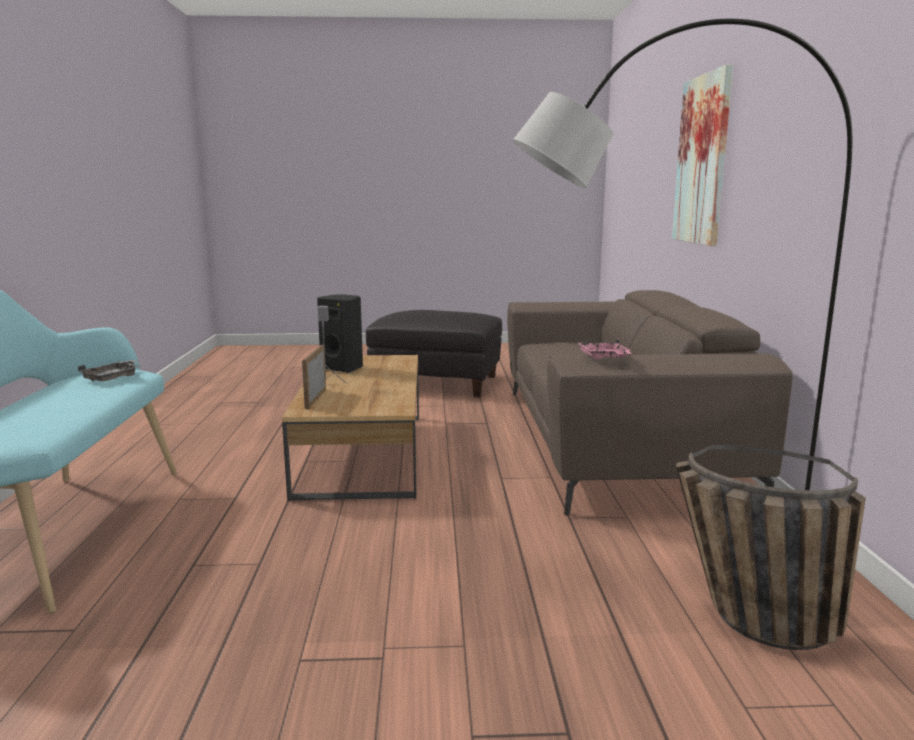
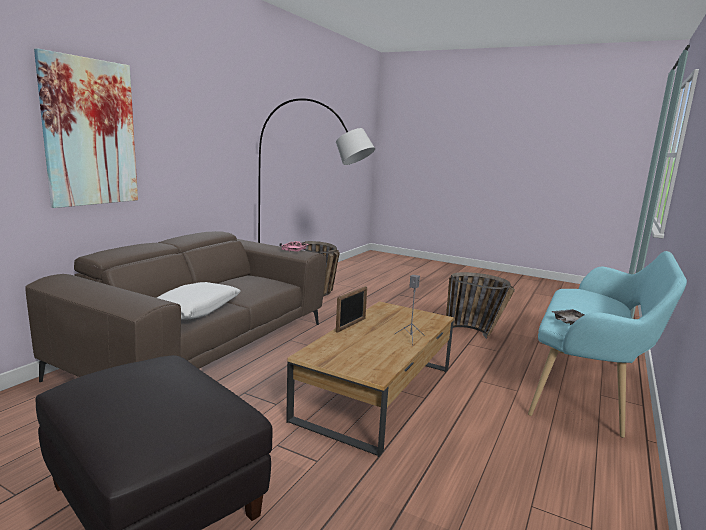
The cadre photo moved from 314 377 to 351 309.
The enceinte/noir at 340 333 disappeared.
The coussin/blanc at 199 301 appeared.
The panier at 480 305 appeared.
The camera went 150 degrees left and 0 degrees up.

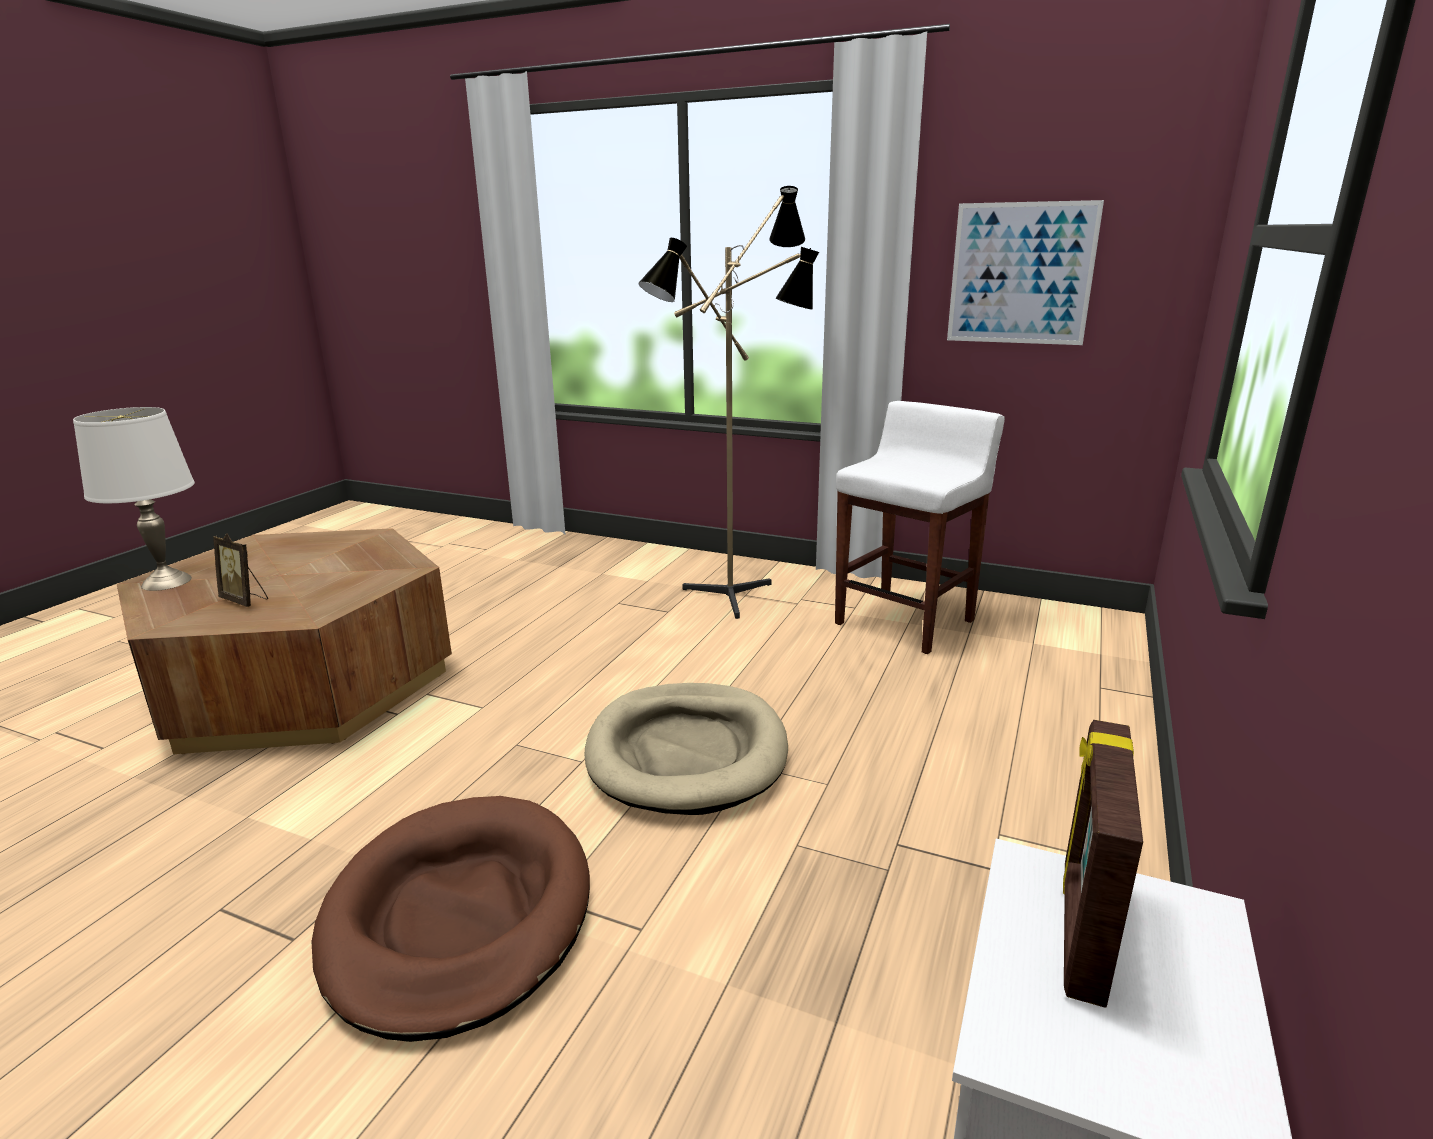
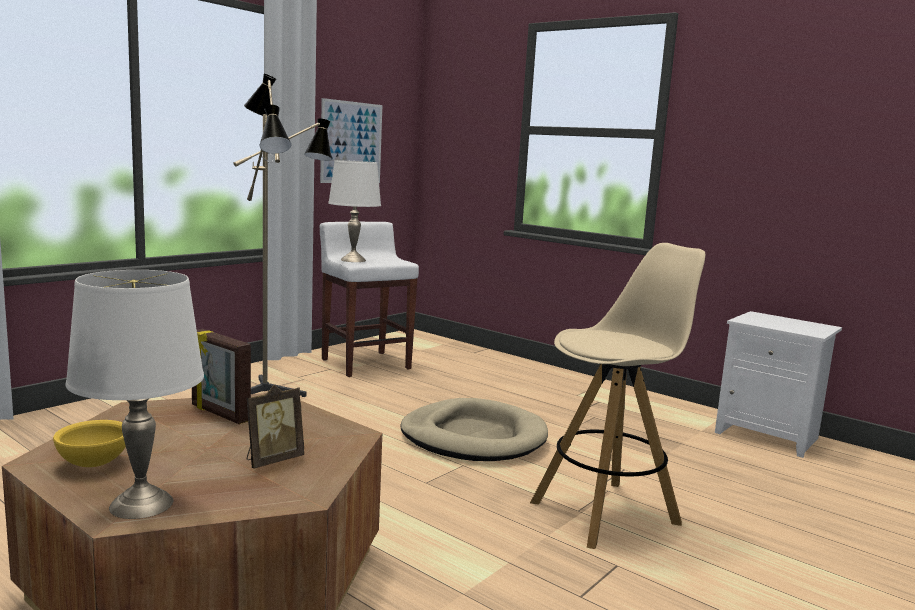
The panier pour chien/marron at 451 919 was replaced by the tabouret/beige at 617 396.
The cadre photo moved from 1103 864 to 221 376.
The bol/jaune at 89 443 appeared.
The lampe de table/blanc at 354 211 appeared.
The camera went 75 degrees left and 10 degrees down.

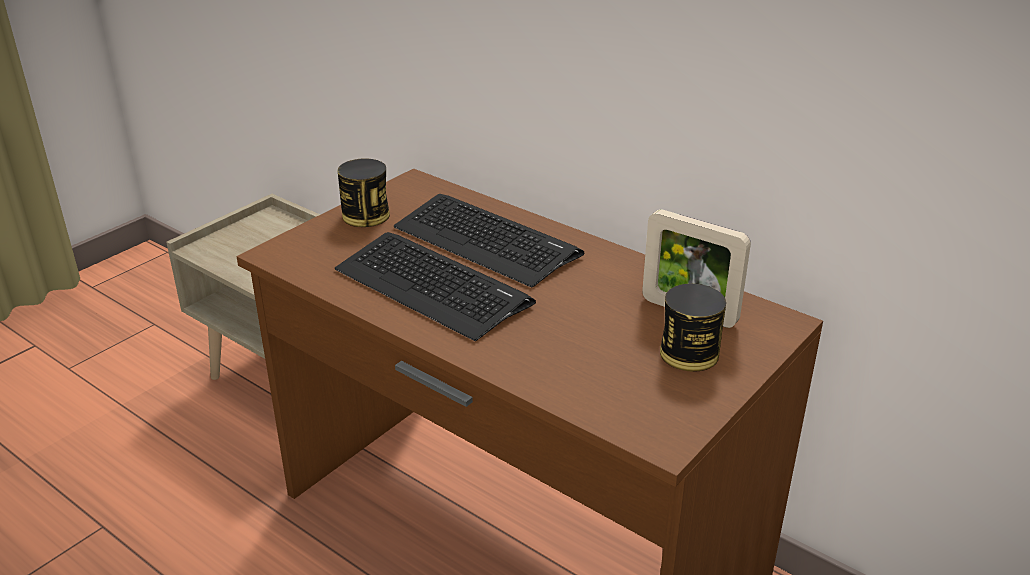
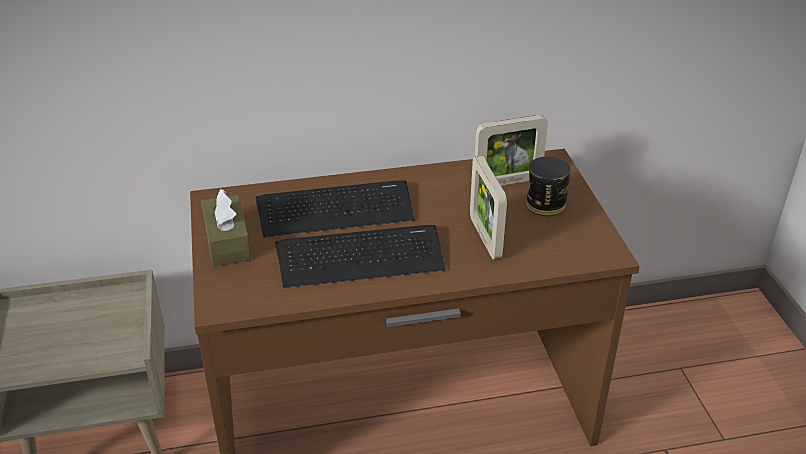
The boîte métallique at 364 192 was replaced by the boîte à mouchoirs/marron at 226 228.
The cadre photo at 488 207 appeared.
The camera went 50 degrees left and 5 degrees up.

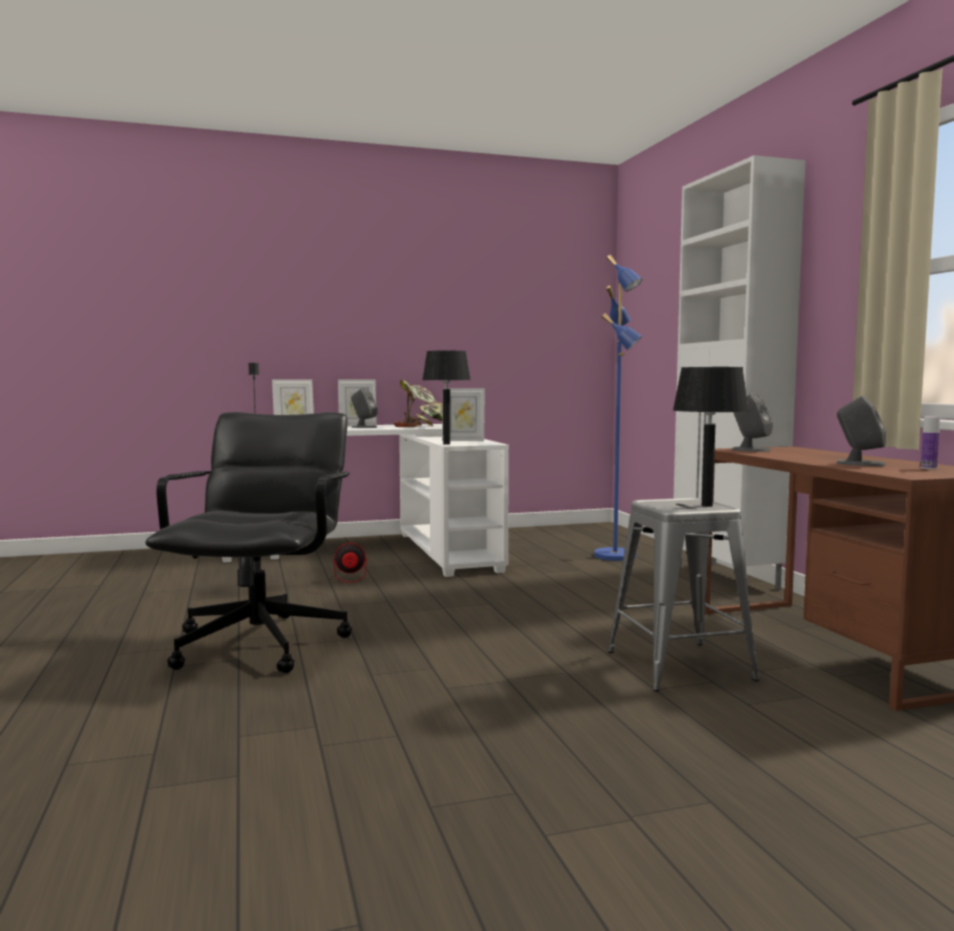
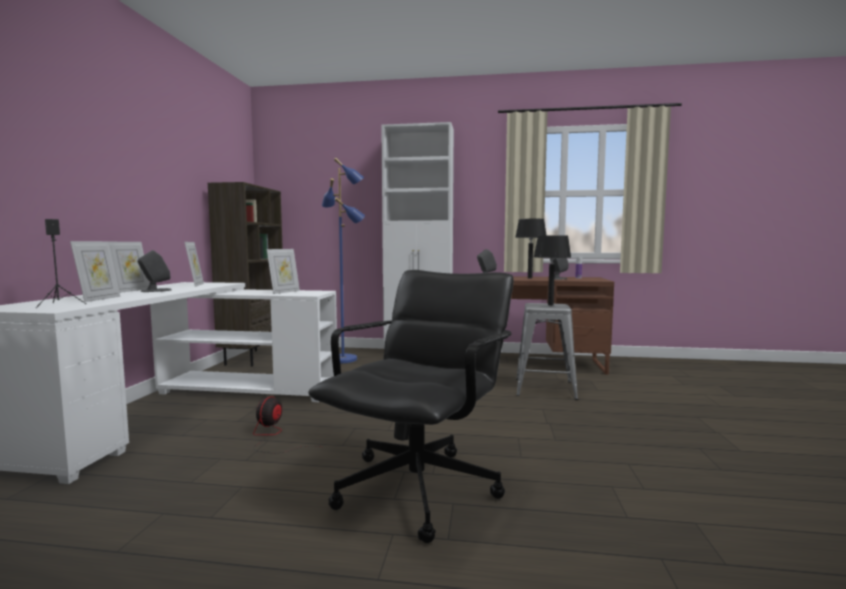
The chaise de bureau/noir at 248 542 turned 90 degrees clockwise.
The plante en pot at 418 403 was replaced by the cadre photo at 194 264.
The lampe de table/noir moved from 446 398 to 531 249.
The bibliothèque/marron at 245 274 appeared.
The camera went 65 degrees left and 0 degrees up.

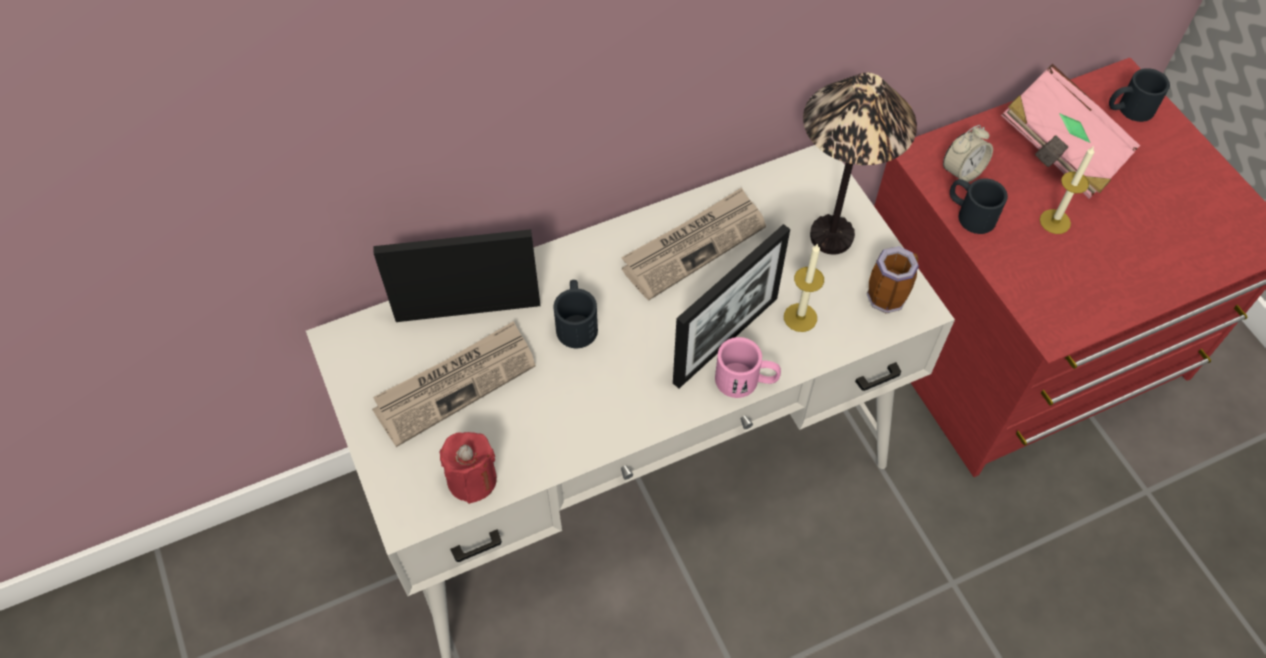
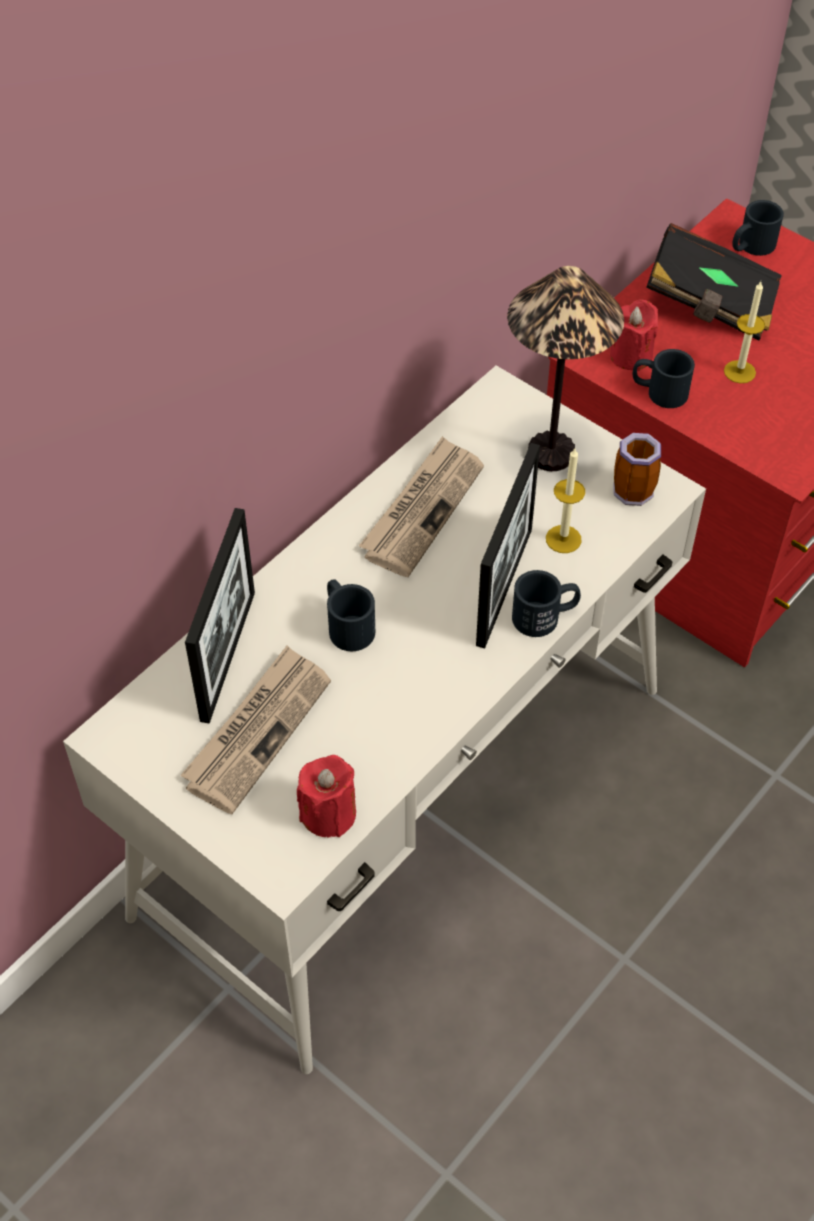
The cadre photo at 456 275 turned 135 degrees clockwise.
The mug/rose at 748 367 became the mug/noir at 546 603.
The réveil at 968 153 was replaced by the bougie/rouge at 634 335.
The livre/rose at 1070 131 became the livre/noir at 714 282.
The camera went 25 degrees left and 5 degrees down.

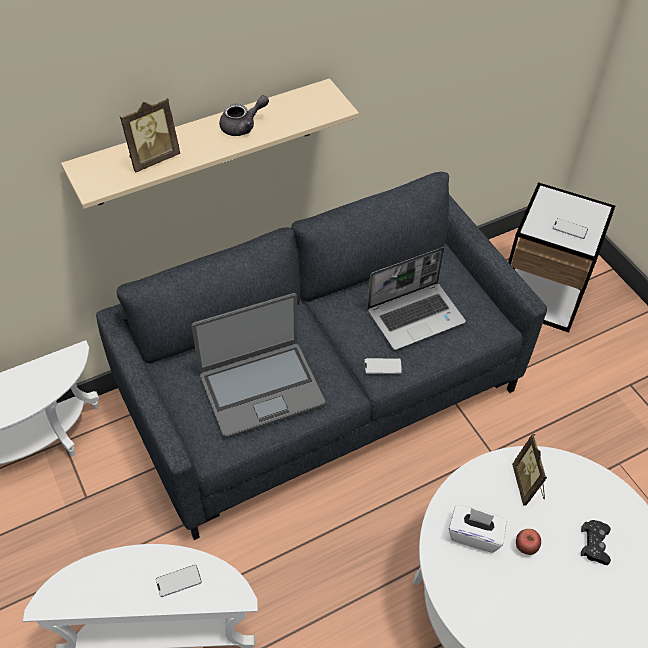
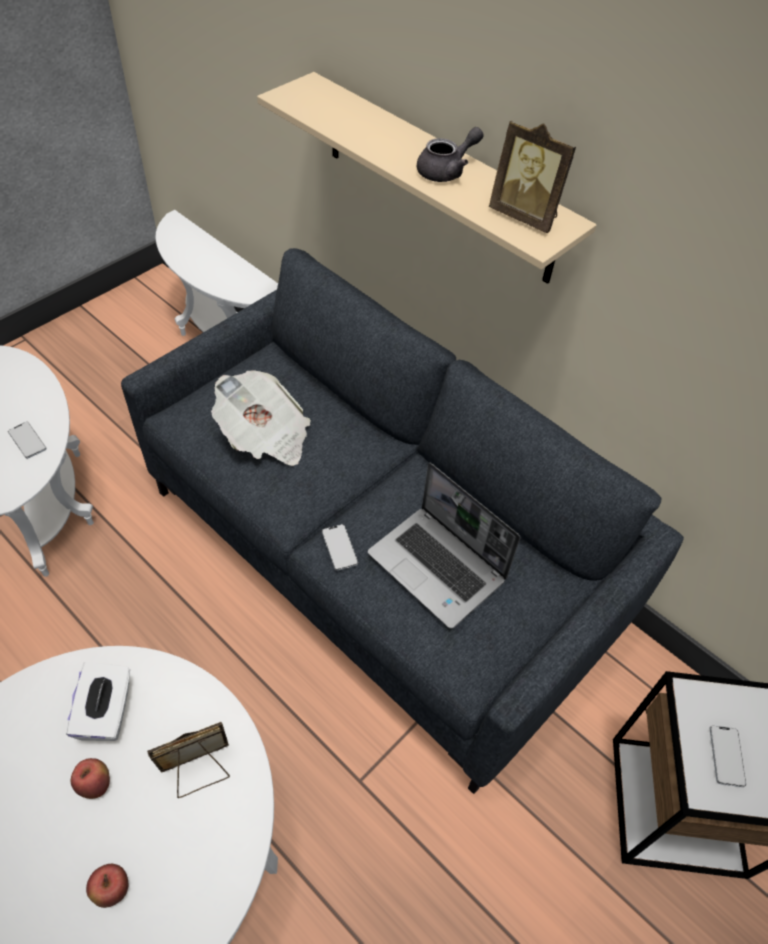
The cadre photo moved from 150 135 to 532 176.
The ordinateur portable at 258 365 was replaced by the journal at 261 418.
The théière/gris at 244 115 turned 75 degrees counterclockwise.
The manette/noir at 596 542 was replaced by the pomme at 107 886.
The camera went 70 degrees right and 0 degrees up.

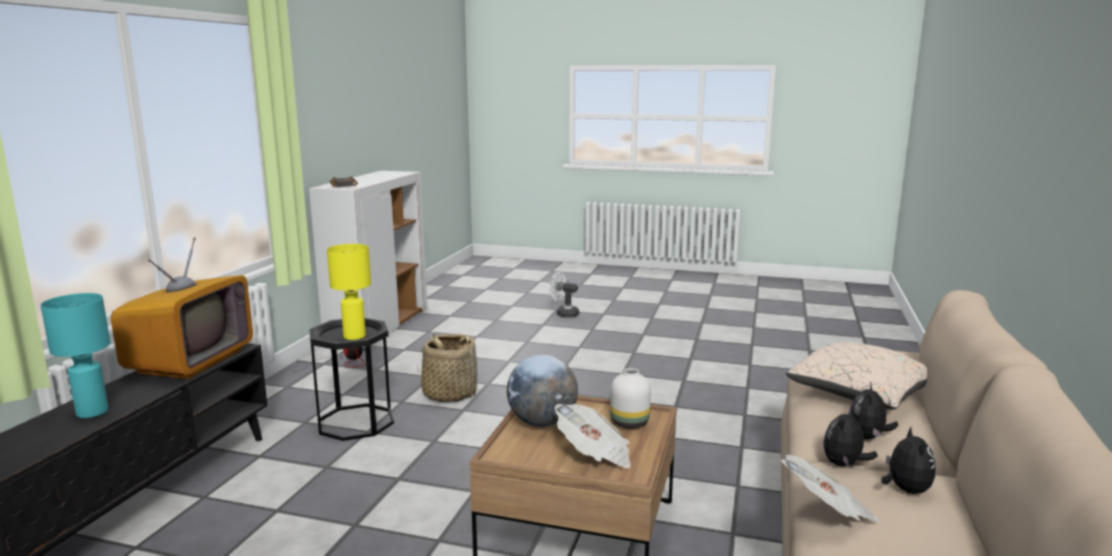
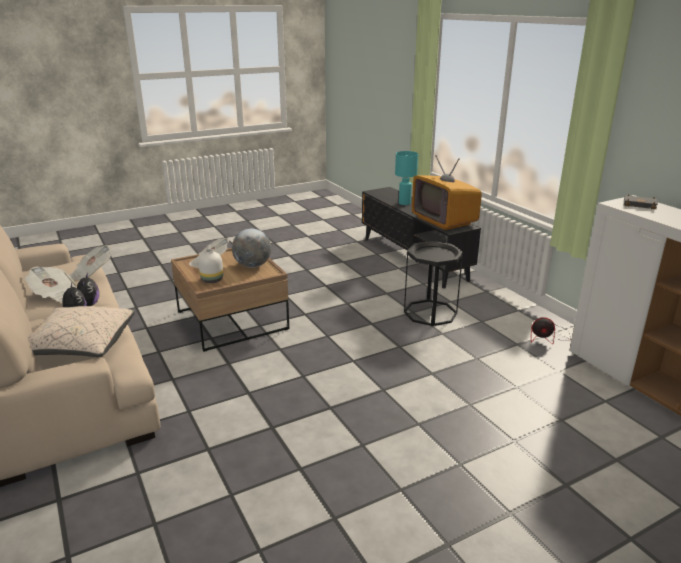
The lampe de table/jaune at 349 292 disappeared.
The panier at 448 368 disappeared.
The ventilateur/blanc at 564 295 disappeared.
The peluche at 908 460 was replaced by the journal at 51 285.
The camera went 135 degrees right and 10 degrees up.

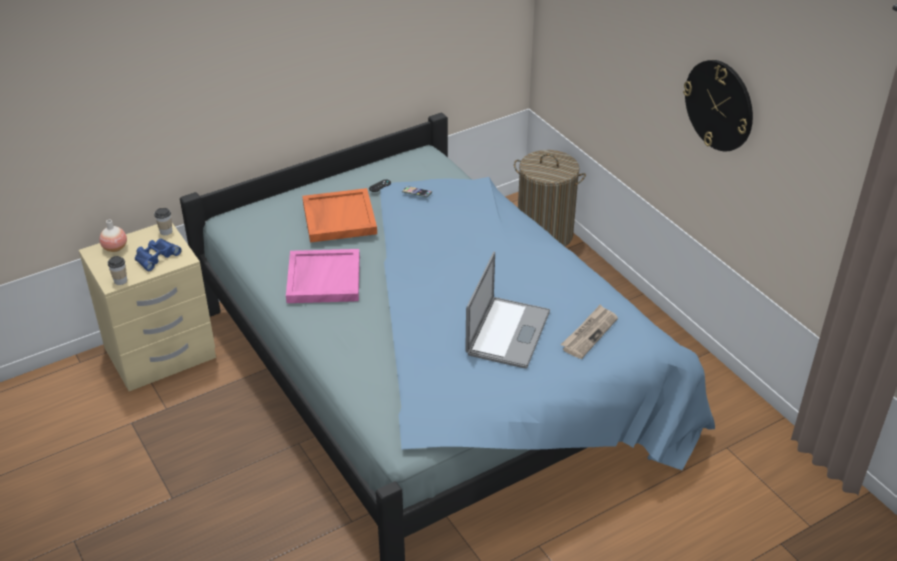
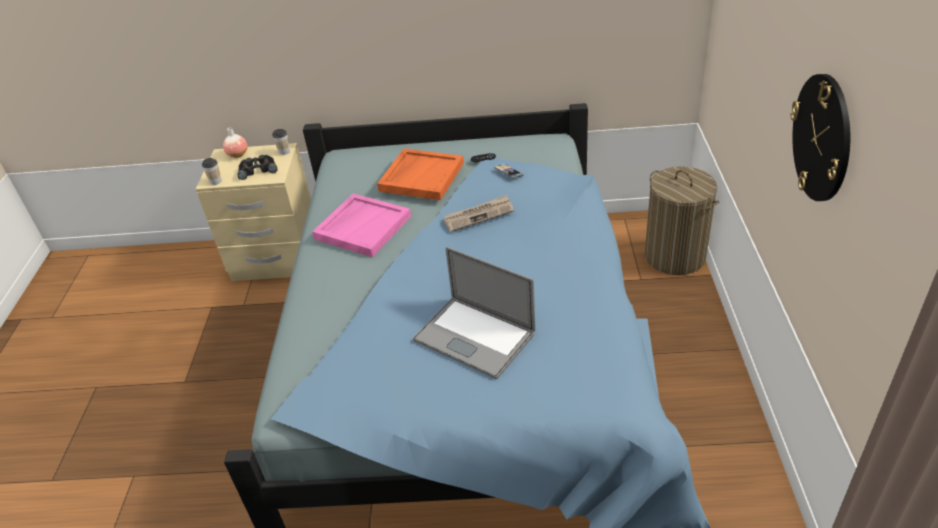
The jumelles/bleu at 158 255 became the jumelles/noir at 258 167.
The ordinateur portable at 507 310 turned 75 degrees clockwise.
The journal moved from 589 332 to 478 213.
The camera went 35 degrees right and 0 degrees up.

